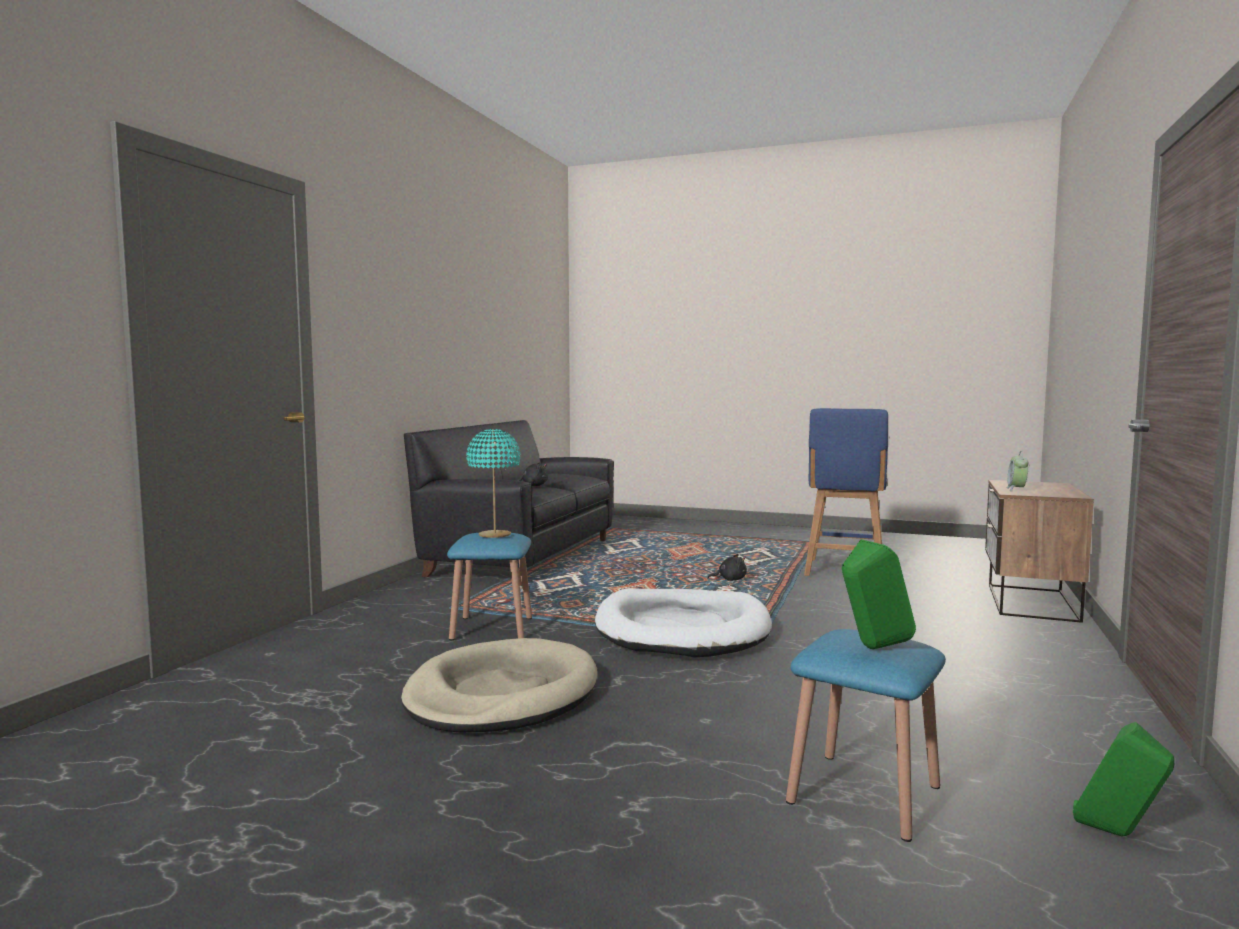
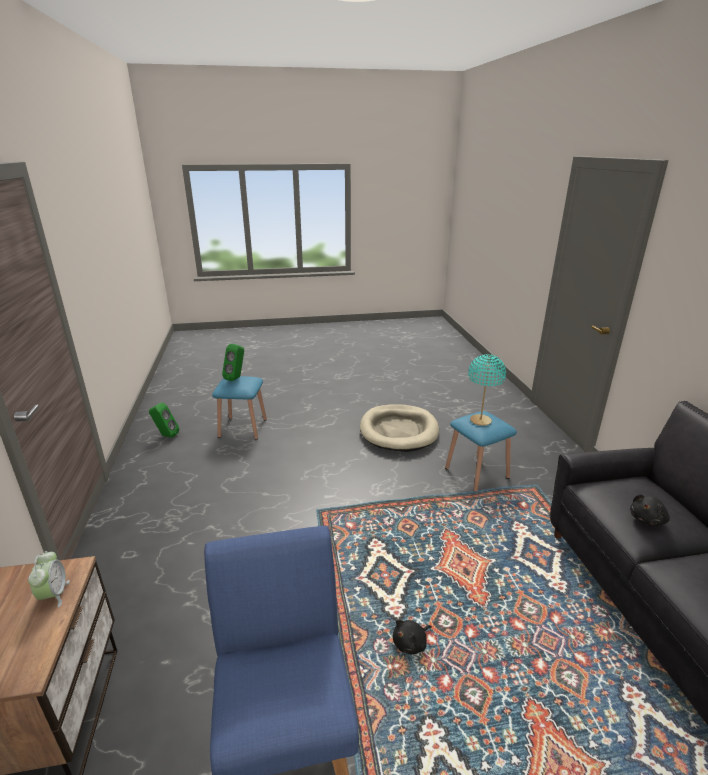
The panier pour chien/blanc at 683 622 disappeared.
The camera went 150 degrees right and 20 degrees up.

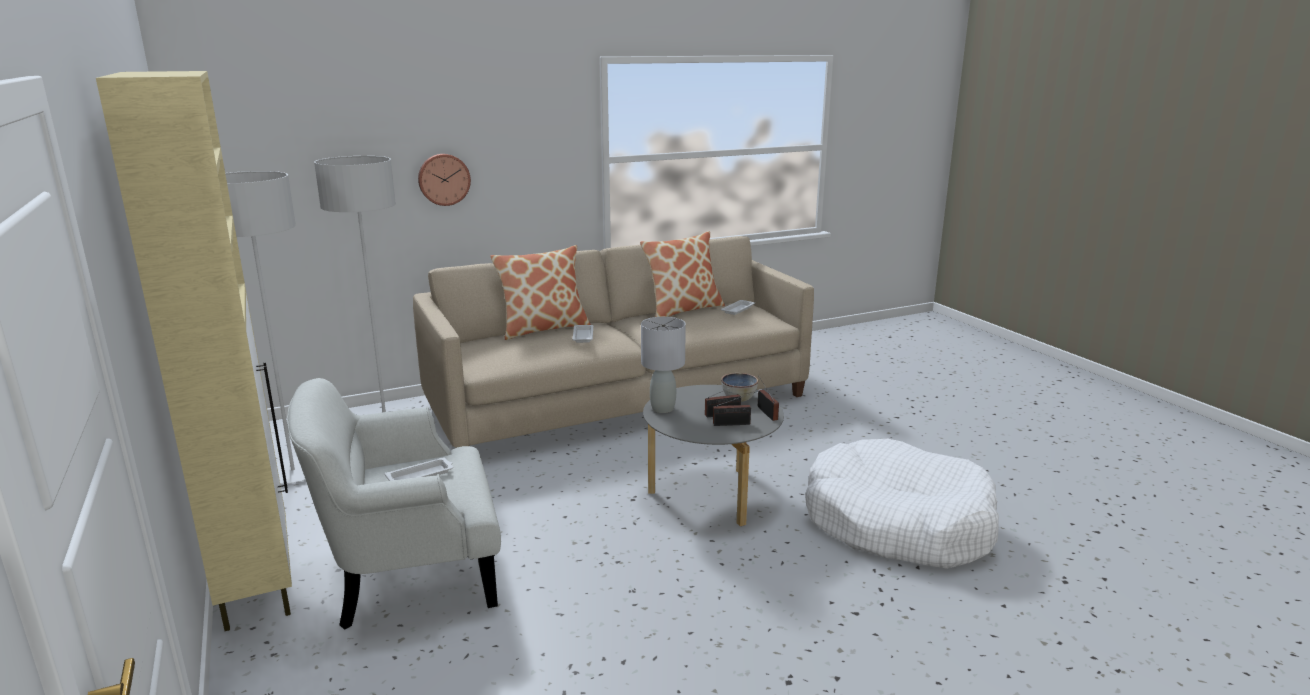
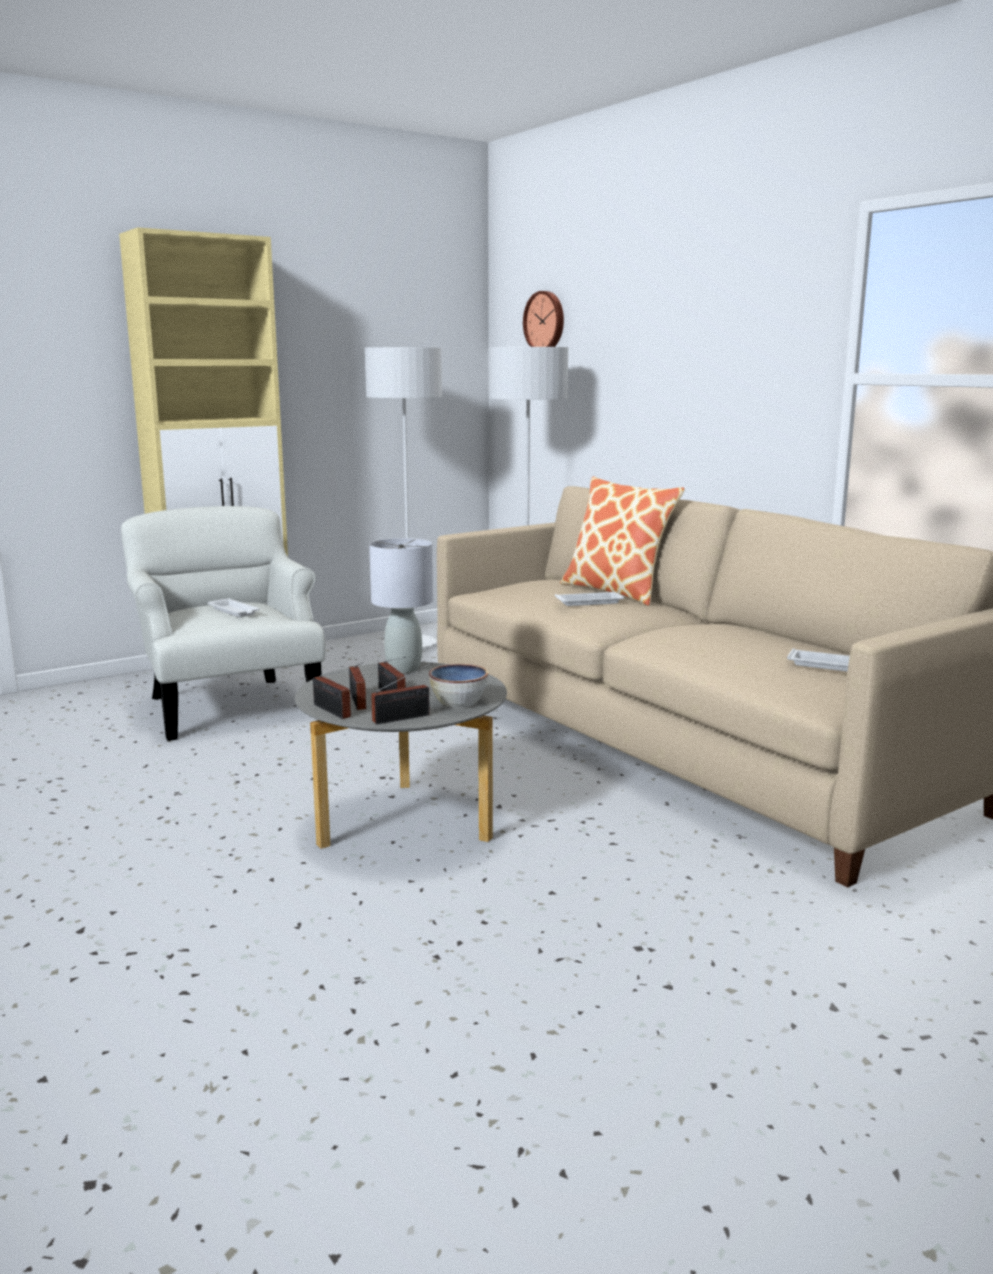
The horloge murale moved from 444 180 to 543 319.
The coussin at 682 274 disappeared.
The panier pour chien/blanc at 902 504 disappeared.
The radio at 332 694 appeared.
The camera went 80 degrees right and 5 degrees down.

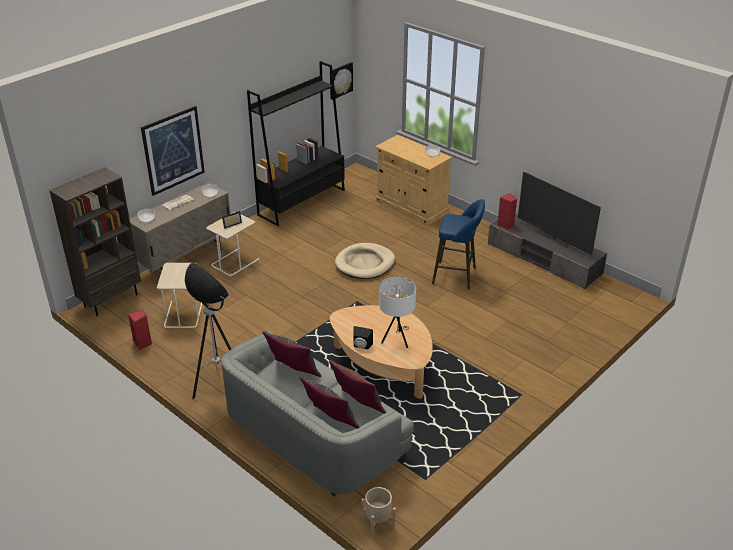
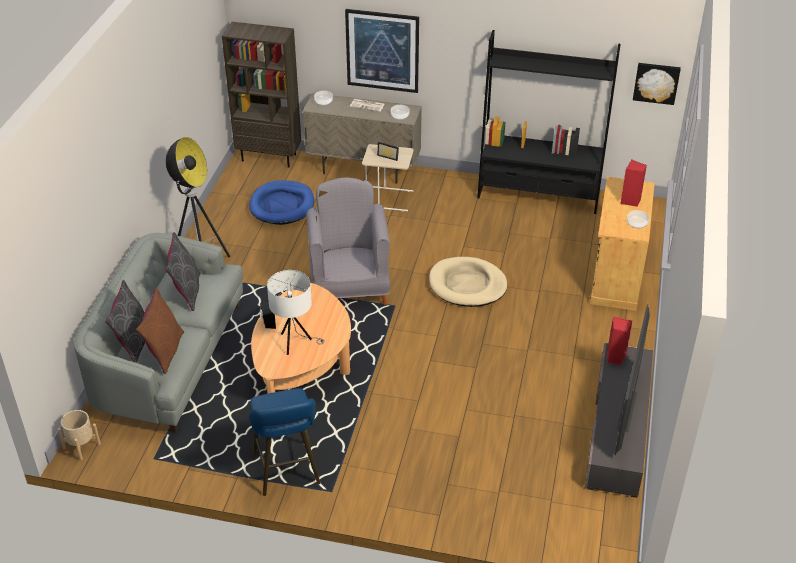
The enceinte/rouge moved from 140 330 to 633 183.
The table d'appoint/beige at 180 295 was replaced by the panier pour chien/bleu at 281 202.
The tabouret/bleu moved from 458 244 to 285 442.
The fauteuil/gris at 348 241 appeared.
The camera went 60 degrees right and 5 degrees up.

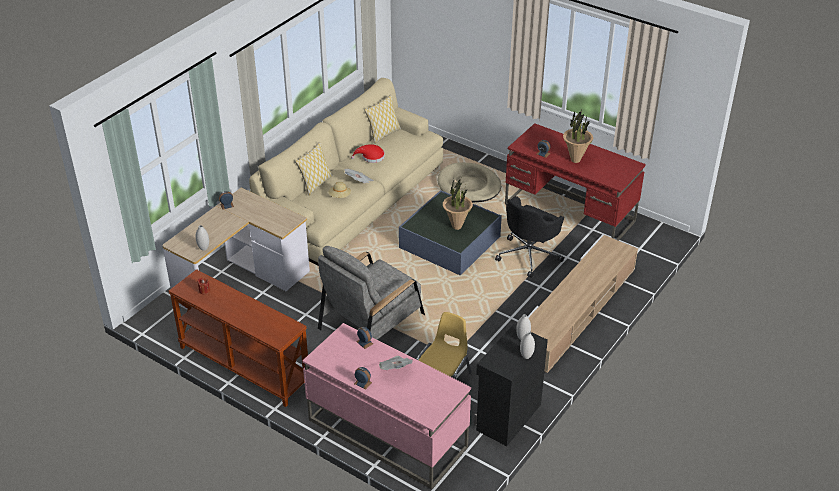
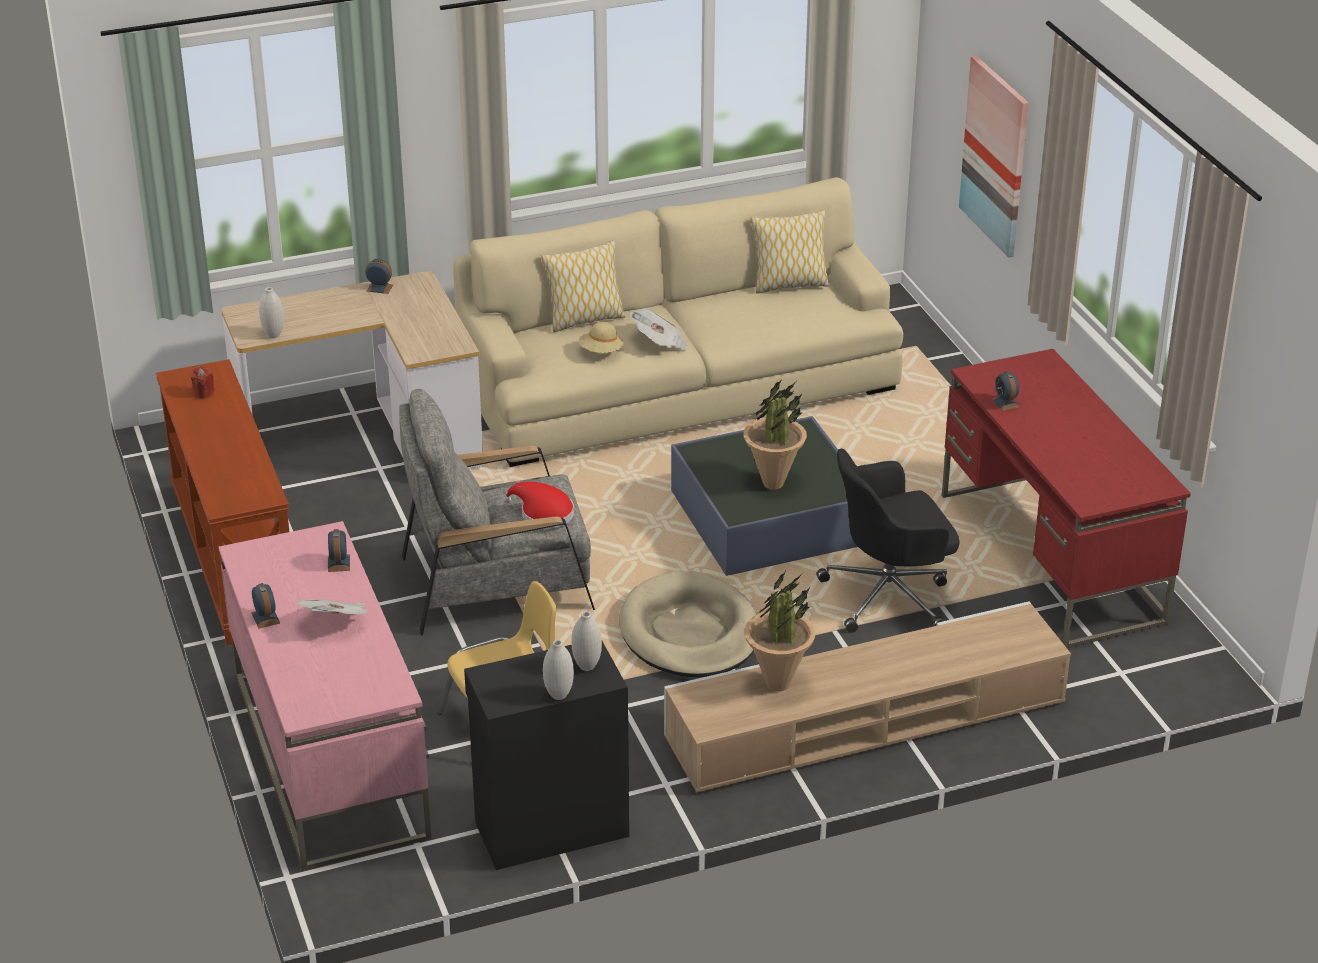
The chapeau/rouge moved from 368 153 to 538 505.
The panier pour chien/beige moved from 469 183 to 688 624.
The plante en pot moved from 578 136 to 780 631.
The tableau at 993 157 appeared.
The camera went 35 degrees right and 5 degrees down.

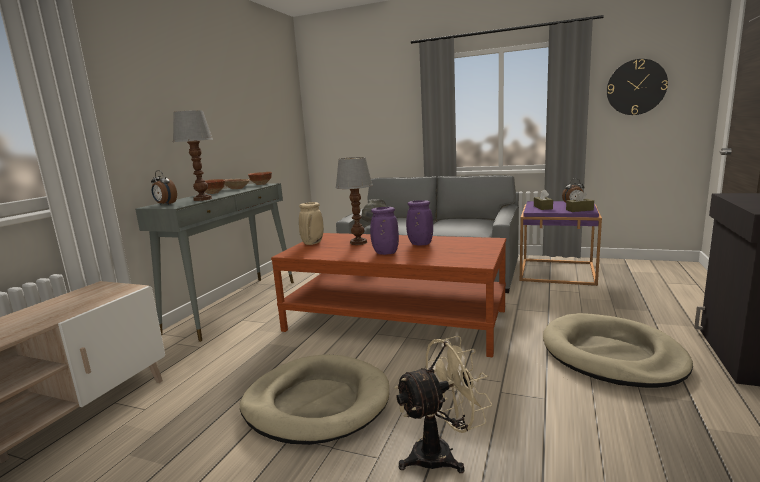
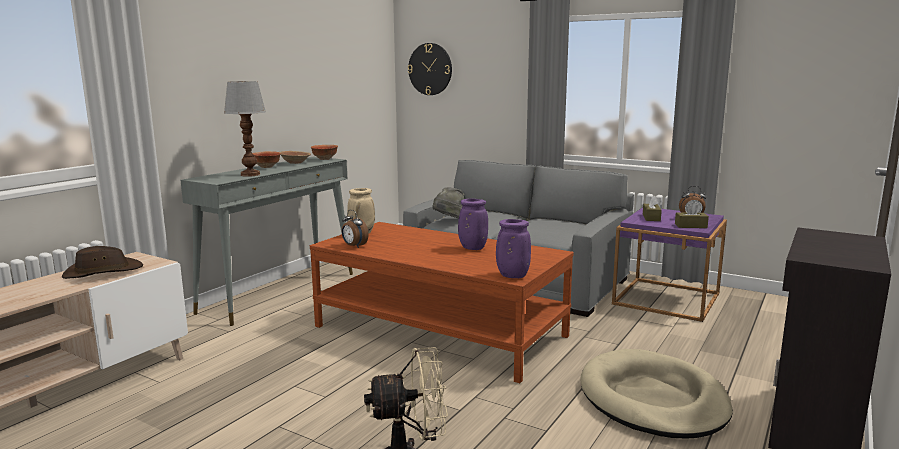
The réveil moved from 164 187 to 355 229.
The panier pour chien/beige at 314 399 disappeared.
The lampe de table at 354 201 disappeared.
The vase/violet moved from 384 231 to 513 248.
The horloge murale moved from 637 87 to 430 69.
The chapeau/marron at 102 262 appeared.
The camera went 10 degrees right and 0 degrees up.

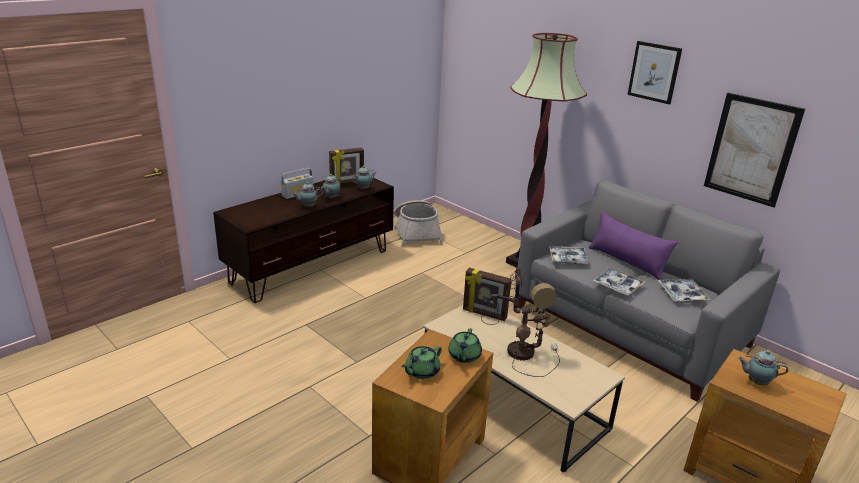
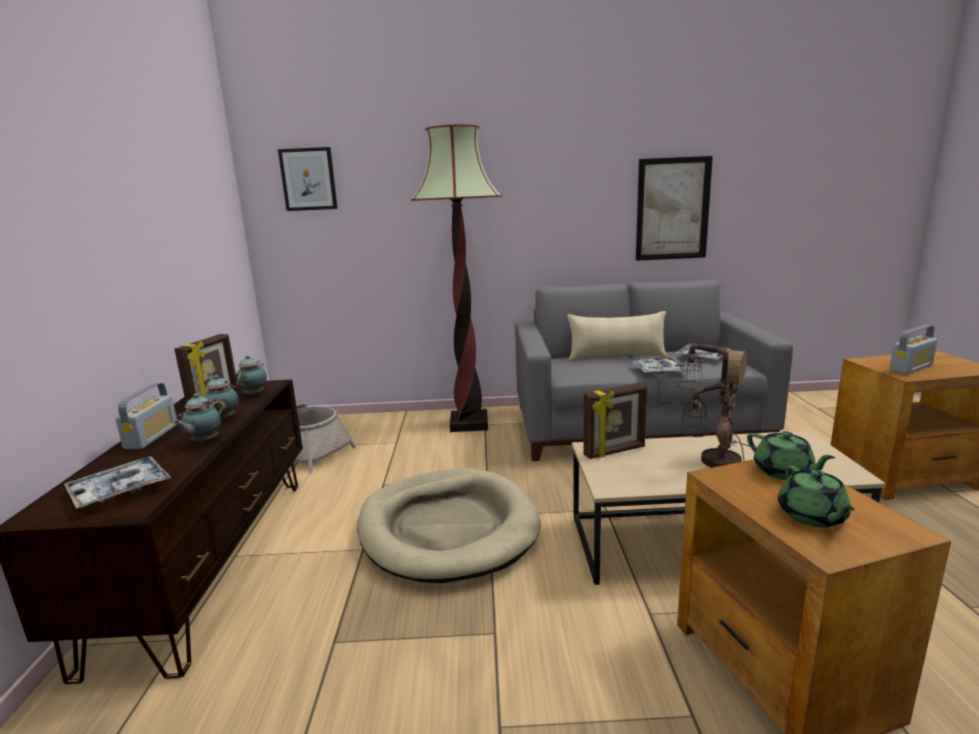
The plateau moved from 569 255 to 117 482.
The coussin/violet at 633 245 became the coussin/beige at 617 335.
The tableau moved from 654 72 to 308 179.
The théière at 763 368 was replaced by the radio at 913 349.
The panier pour chien/beige at 449 525 appeared.
The camera went 45 degrees left and 10 degrees down.

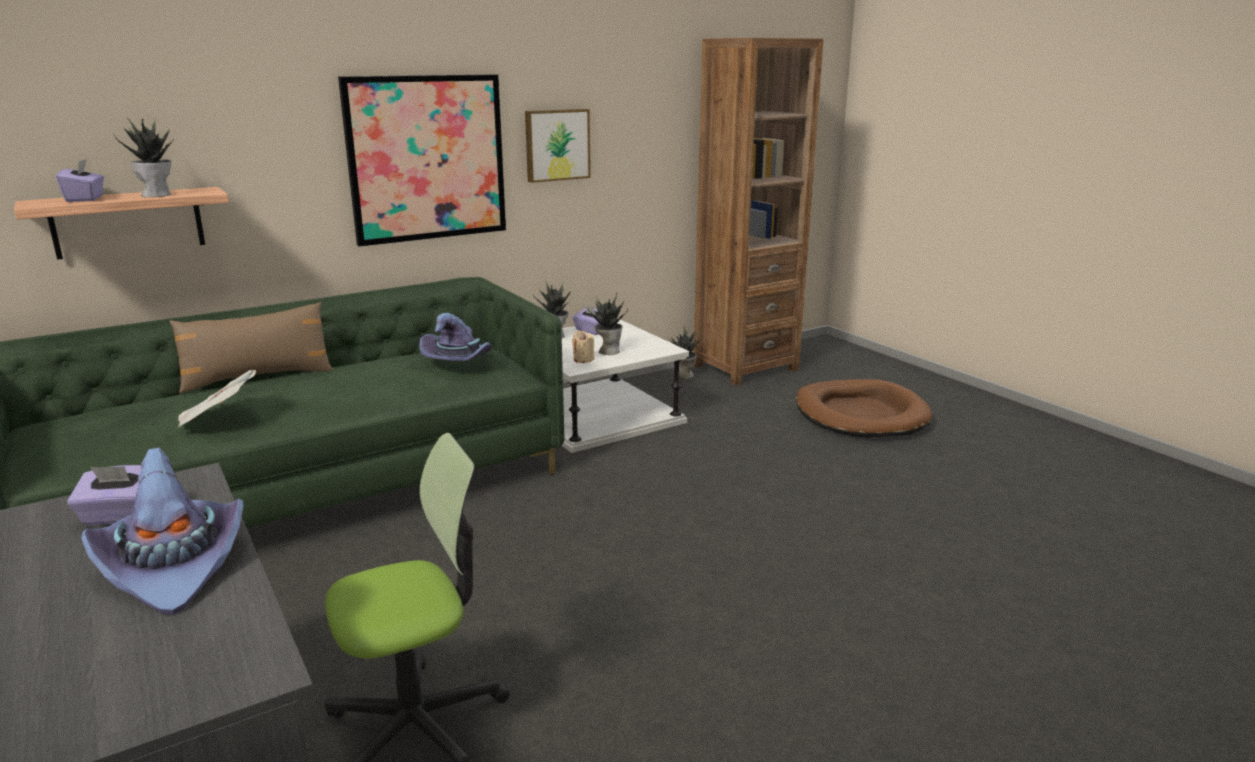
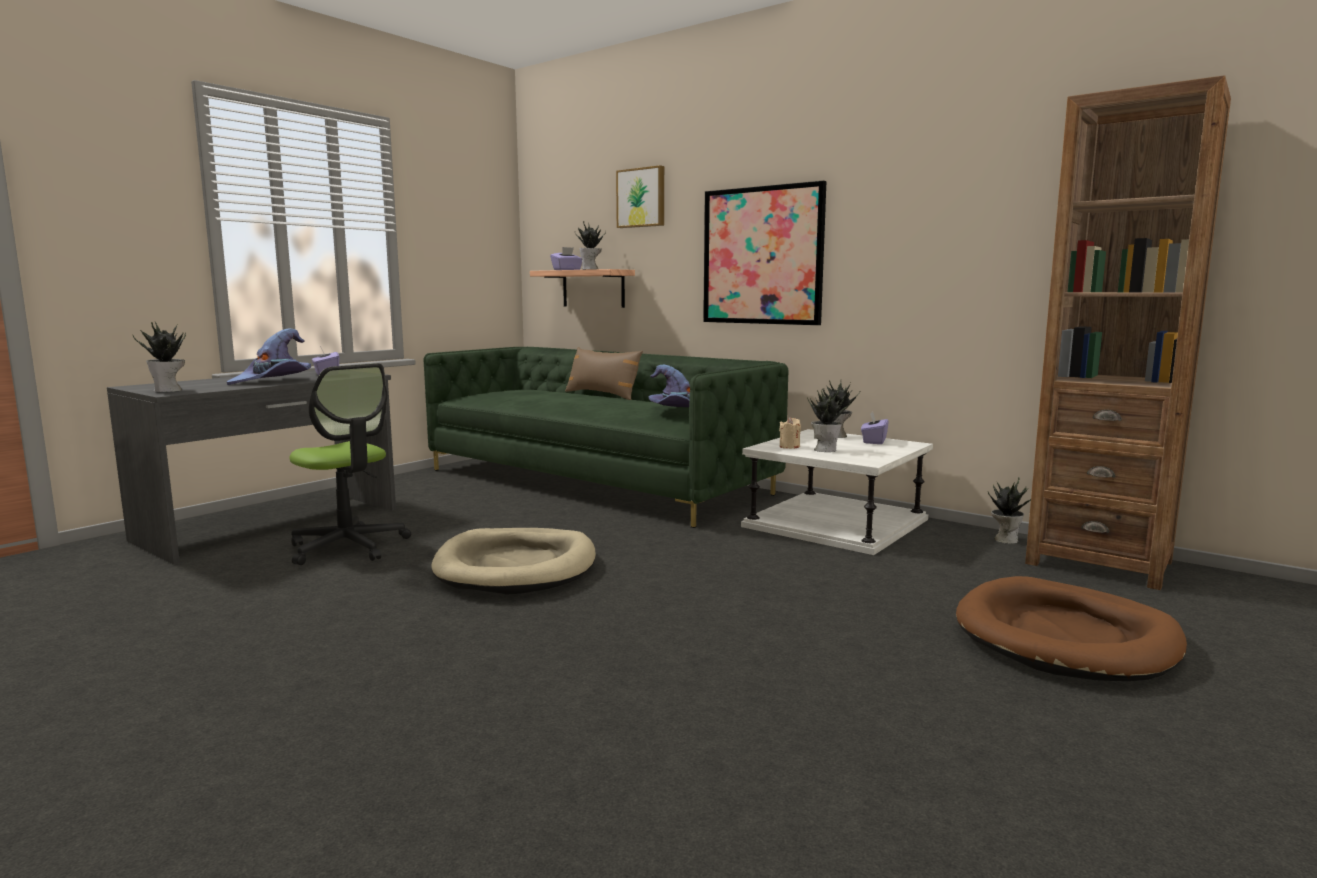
The journal at 216 399 disappeared.
The tableau moved from 558 146 to 640 196.
The plante en pot at 159 357 appeared.
The panier pour chien/beige at 513 561 appeared.
The camera went 70 degrees right and 10 degrees down.

